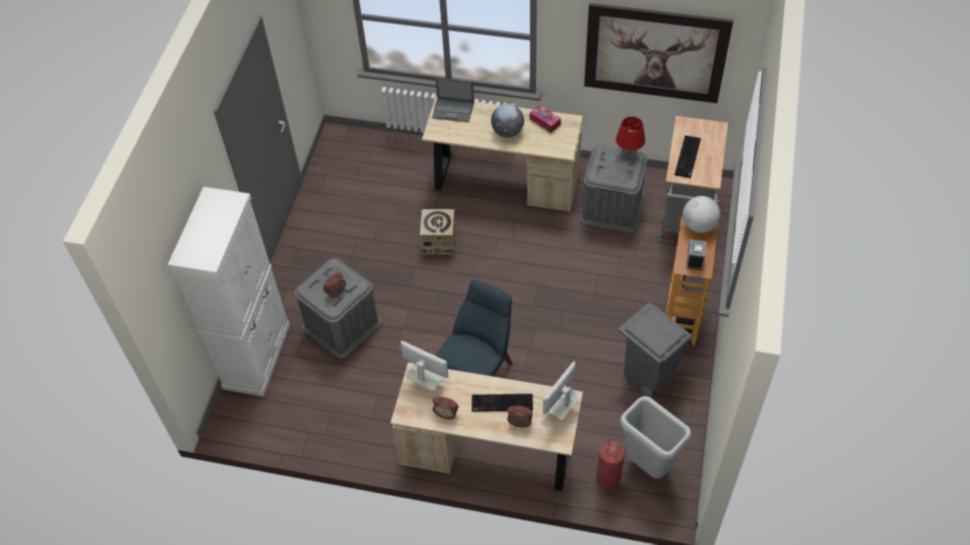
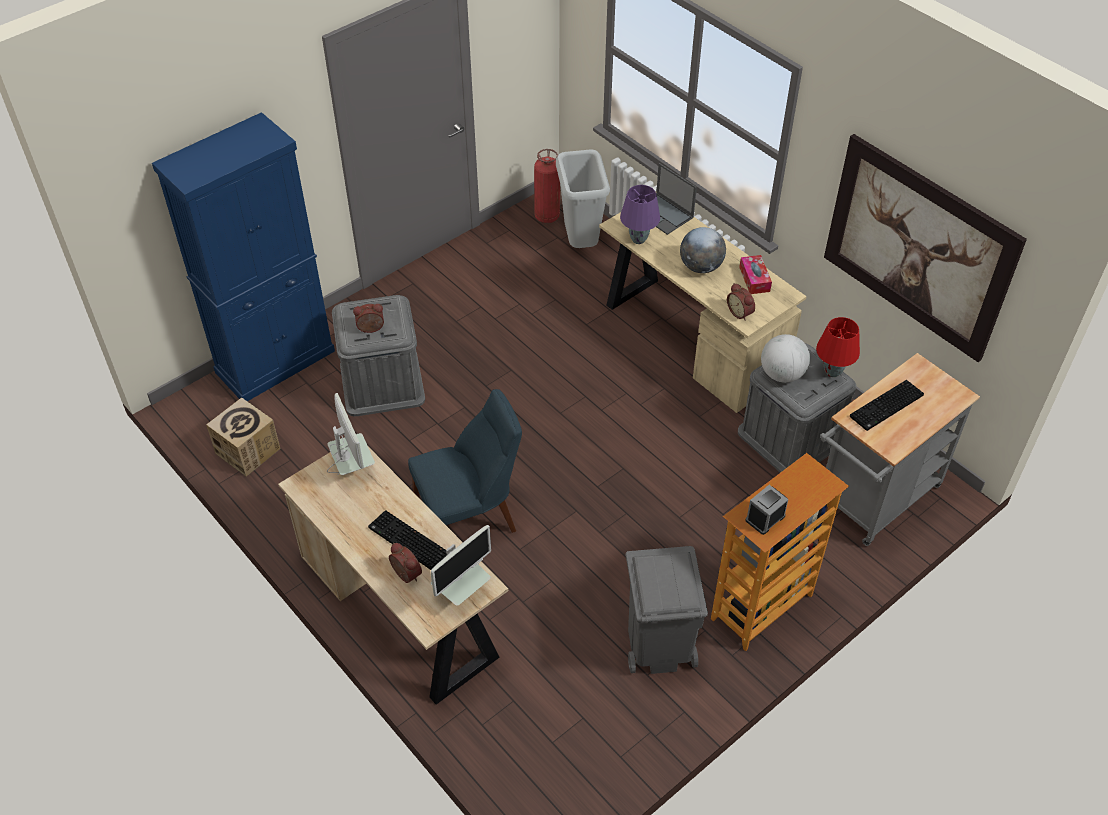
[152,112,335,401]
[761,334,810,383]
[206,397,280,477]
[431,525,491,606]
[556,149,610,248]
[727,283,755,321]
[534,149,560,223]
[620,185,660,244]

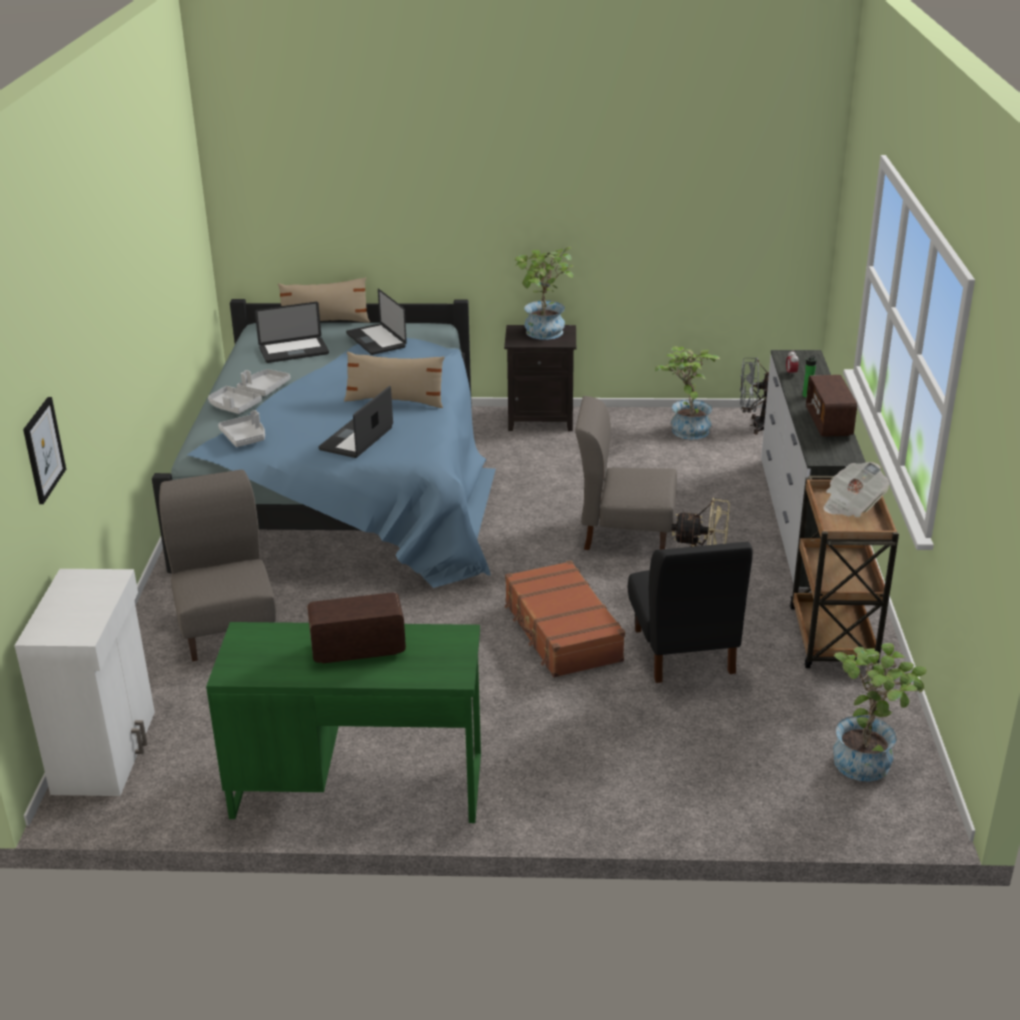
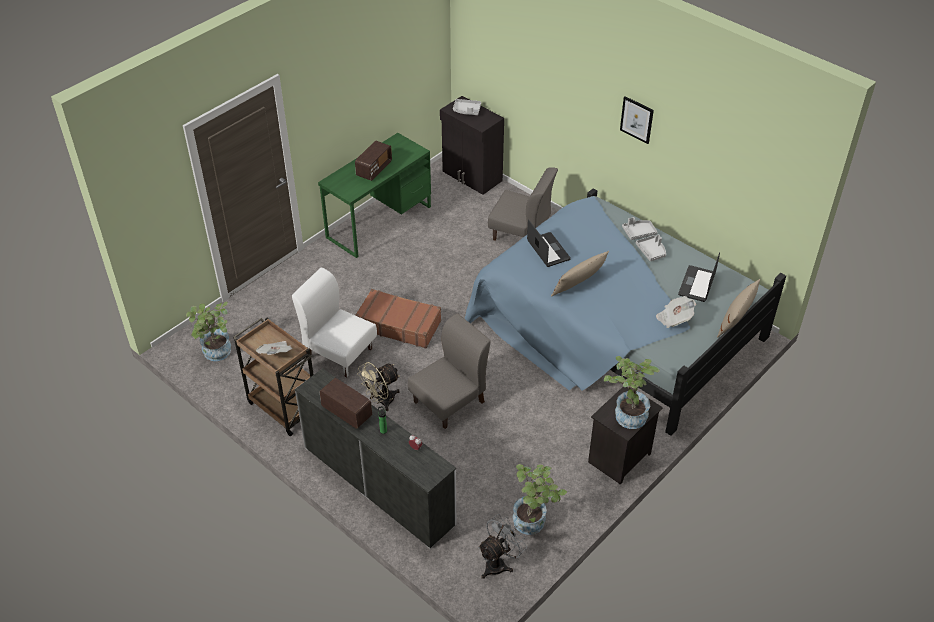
[656,296,696,328]
[620,96,654,144]
[453,99,481,115]
[292,268,377,377]
[440,96,504,195]

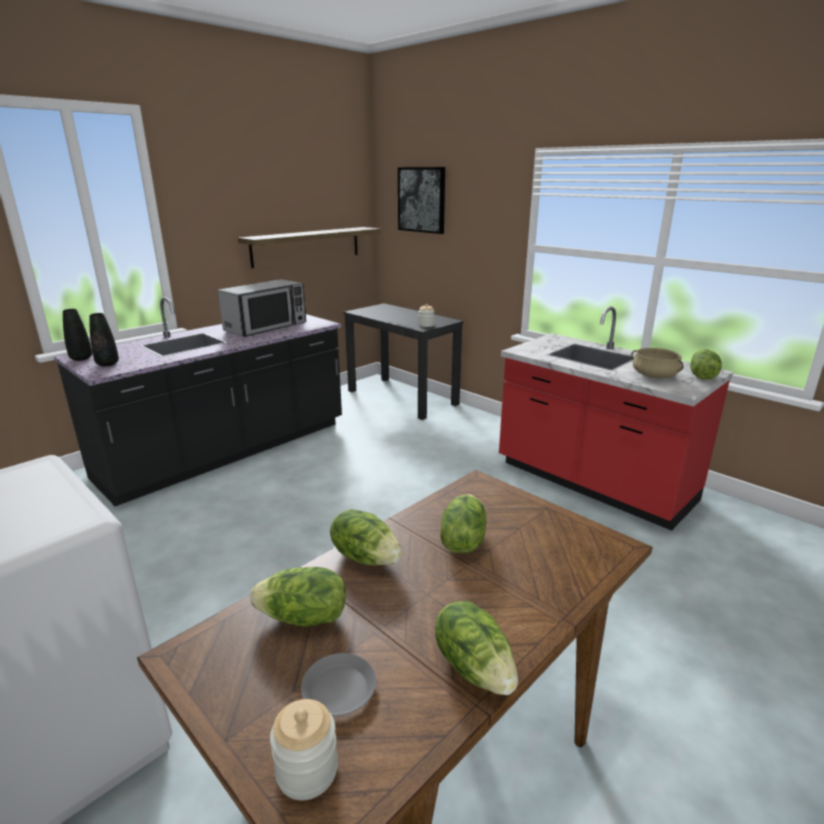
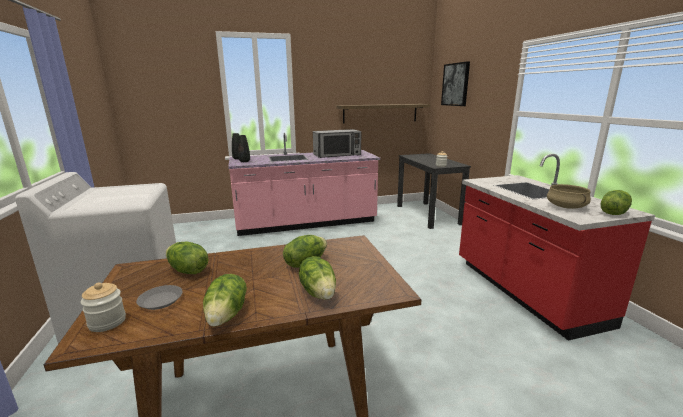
[228,133,380,236]
[299,256,336,300]

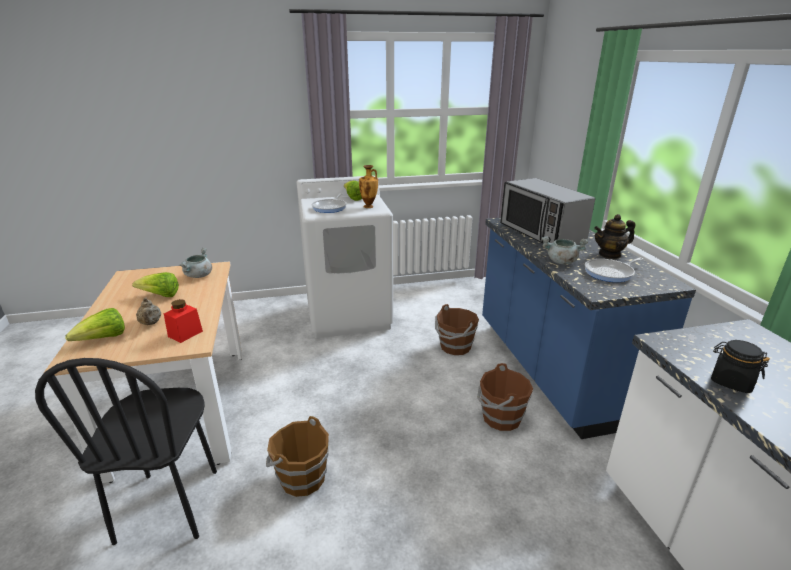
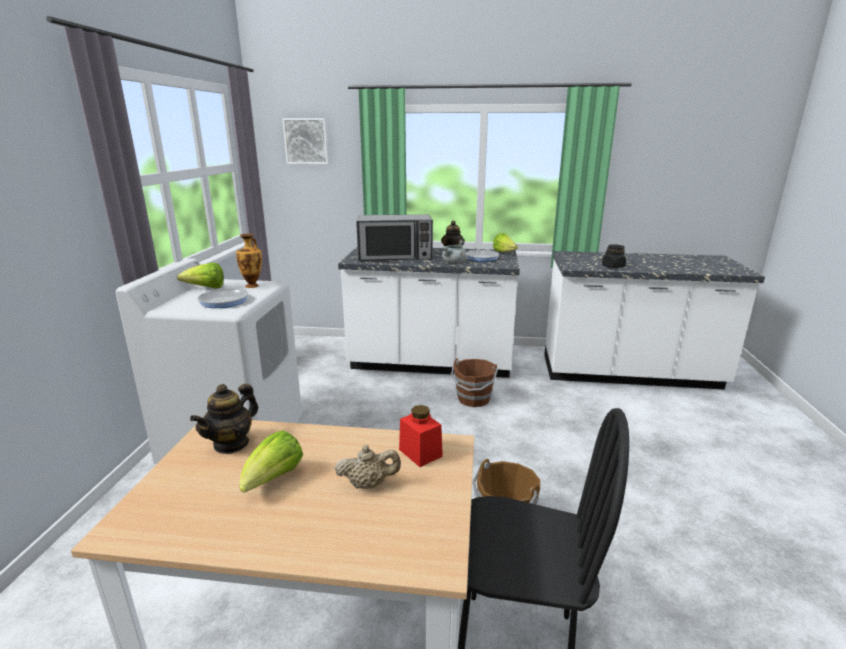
[338,247,520,378]
[190,384,258,454]
[435,304,479,355] (first image)
[493,233,518,252]
[283,118,329,164]

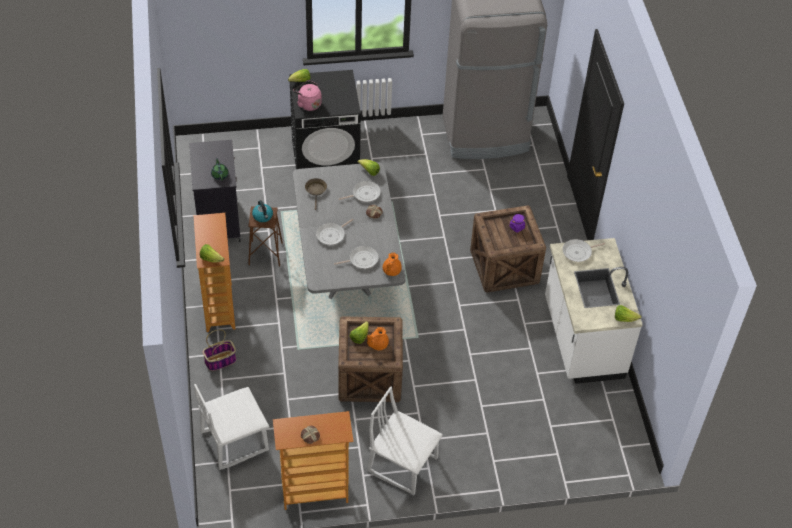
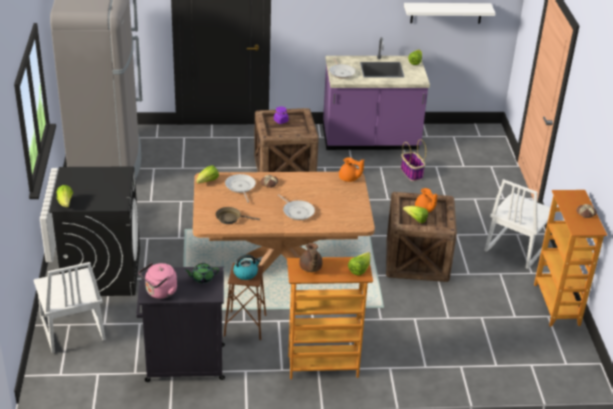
[139,263,177,299]
[193,172,375,273]
[323,37,430,150]
[334,246,379,269] (first image)
[401,139,426,181]
[34,262,106,353]
[404,3,496,24]
[299,243,323,272]

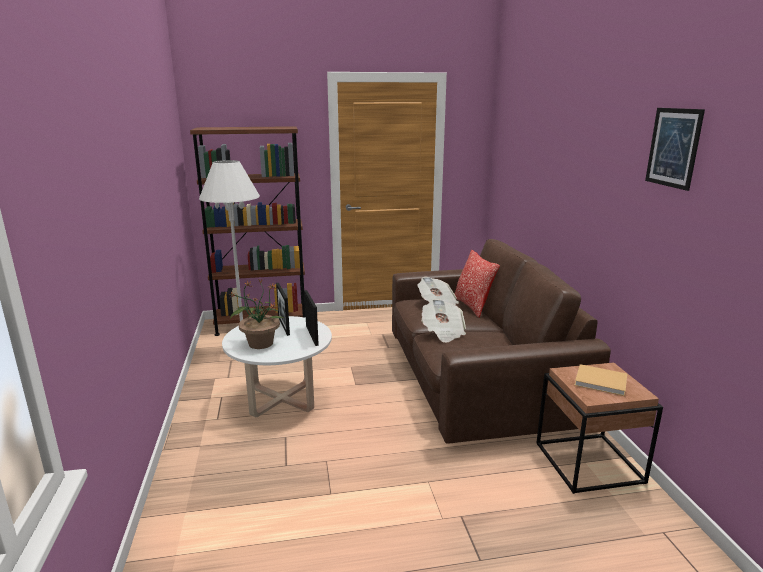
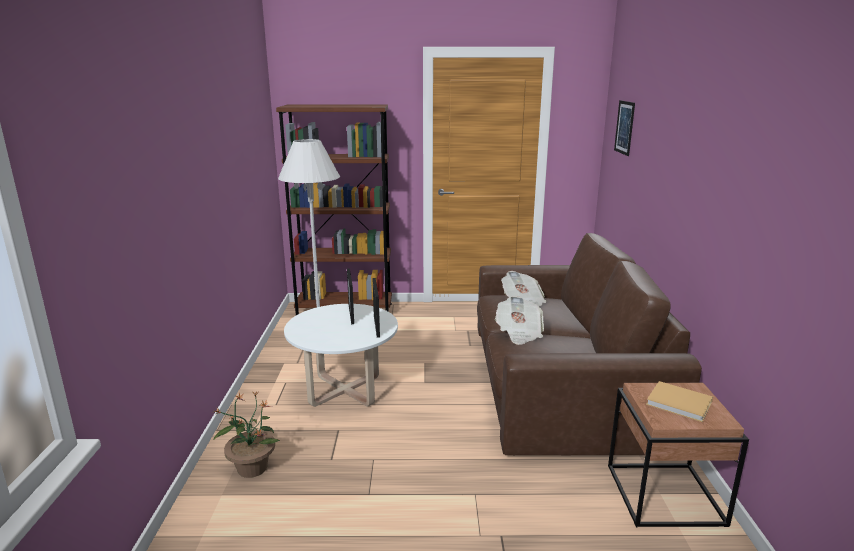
[614,100,635,156]
[454,250,500,317] (first image)
[212,392,280,478]

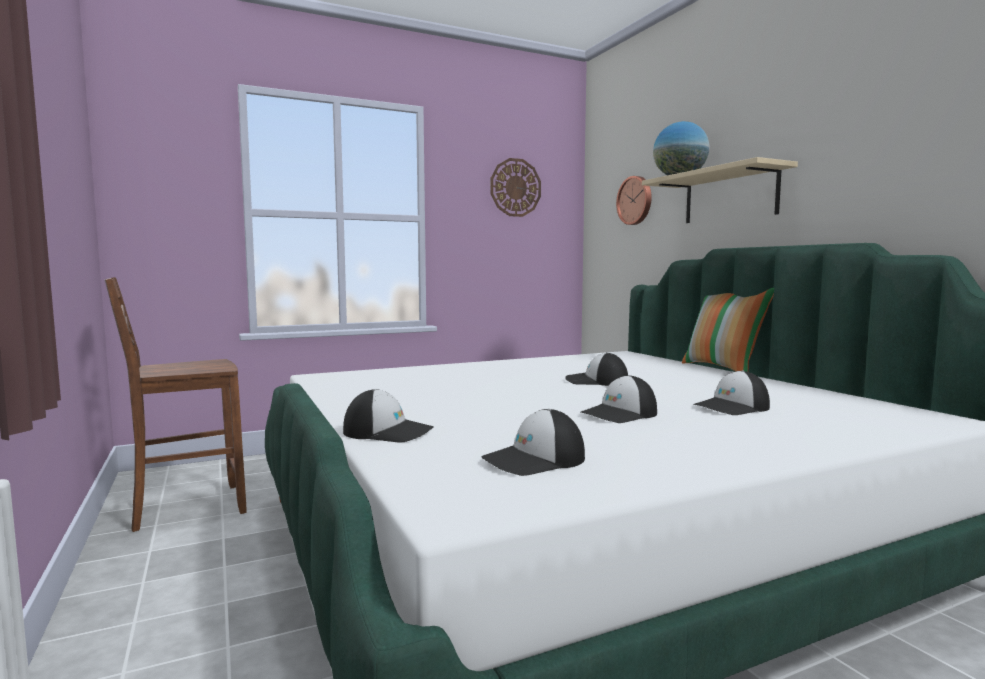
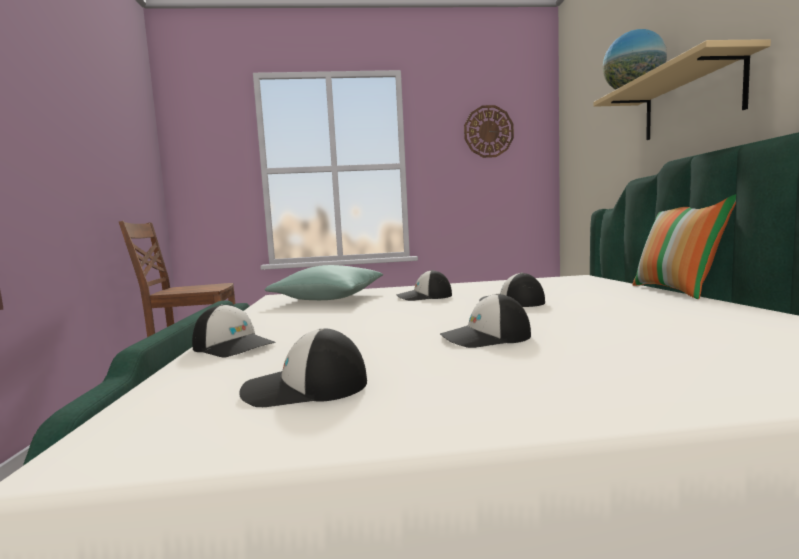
[616,176,652,225] (first image)
[397,270,452,301]
[265,265,383,300]

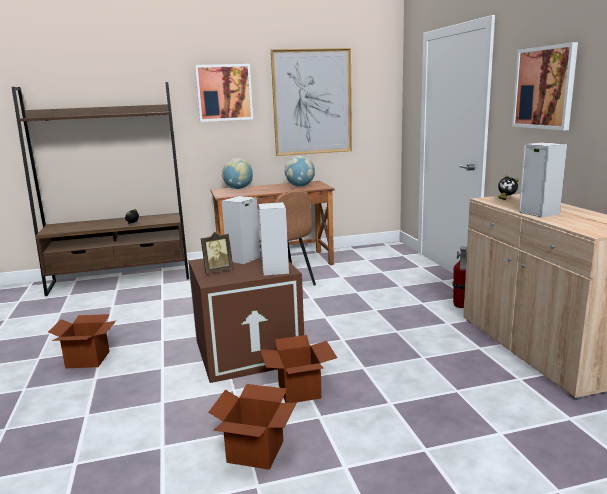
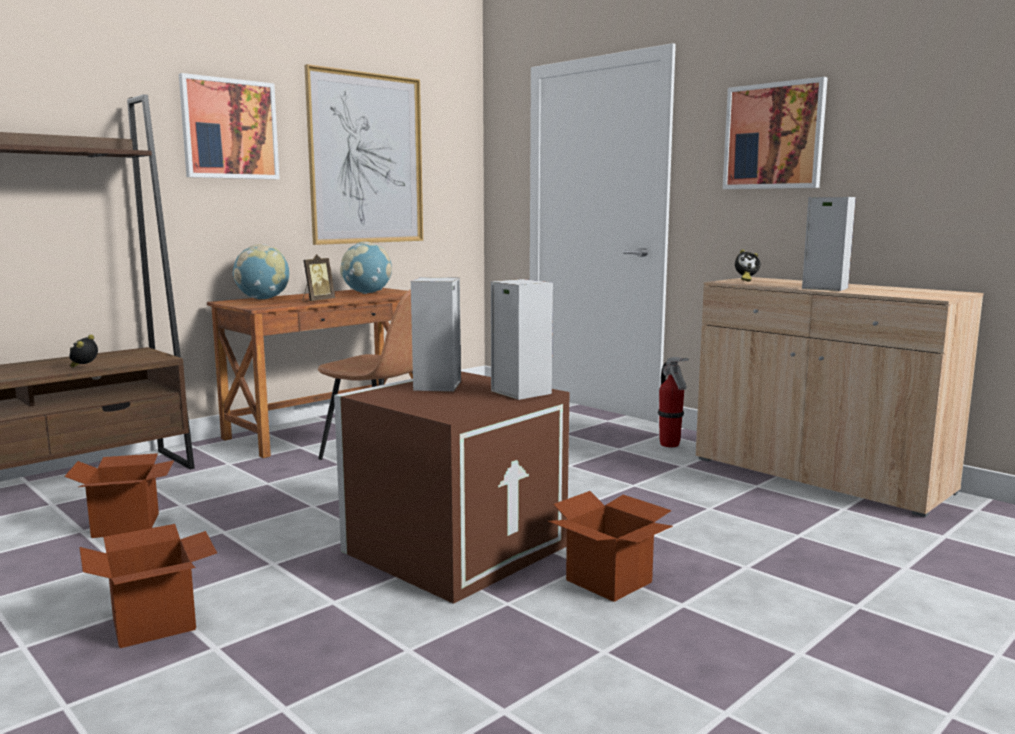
[303,254,335,302]
[64,453,174,538]

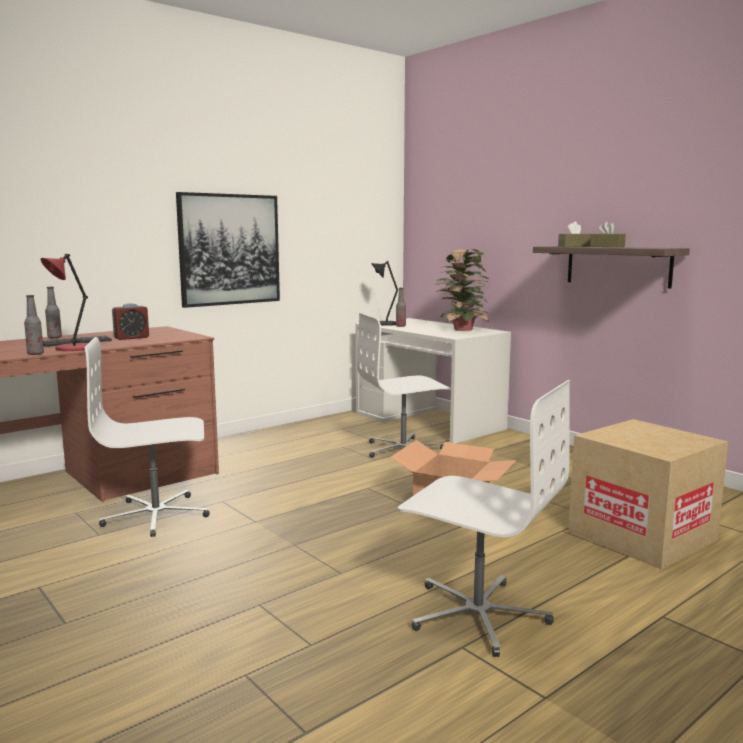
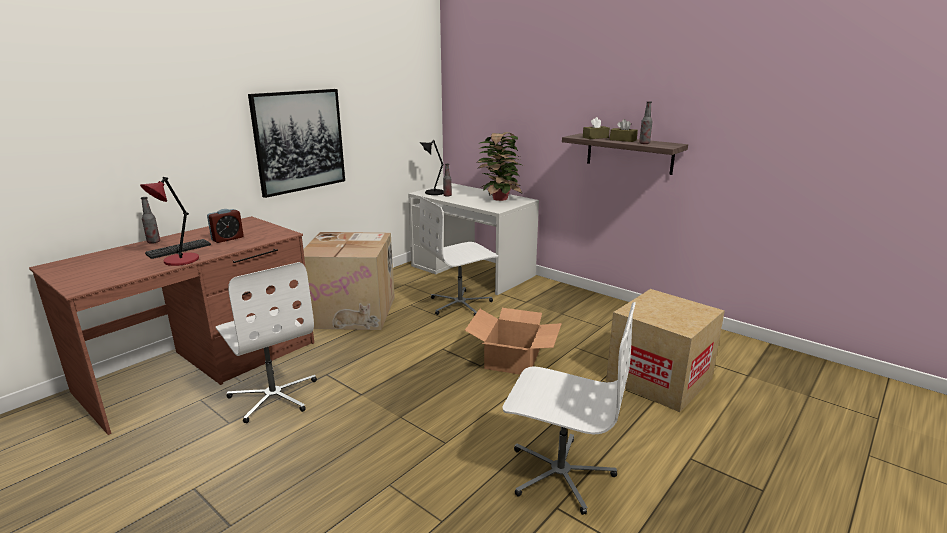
[639,101,652,144]
[216,262,317,423]
[303,232,395,330]

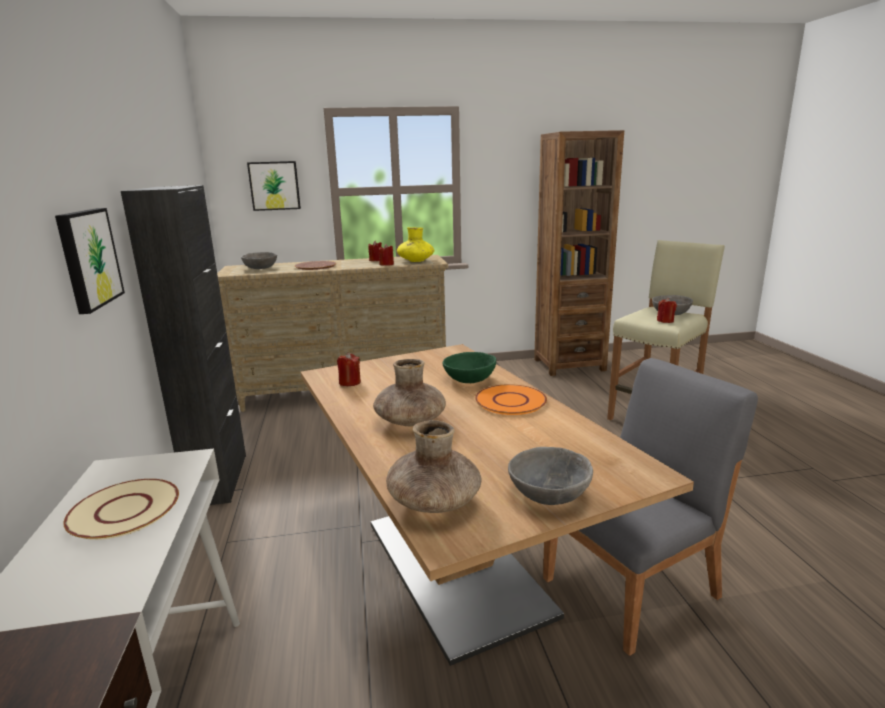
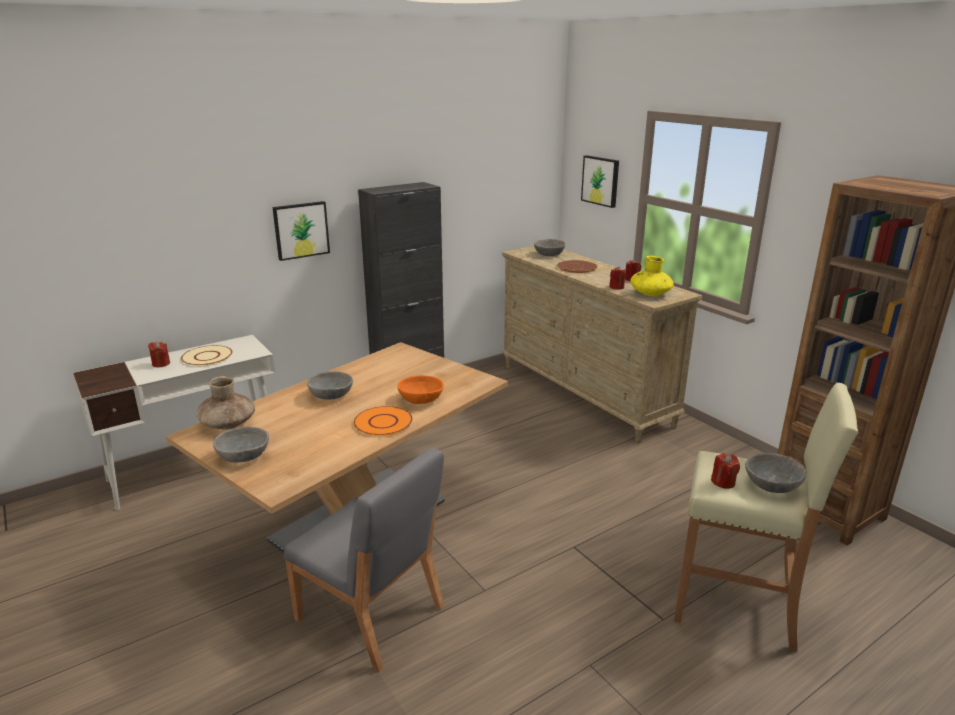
[398,375,444,404]
[148,342,170,367]
[307,371,353,400]

